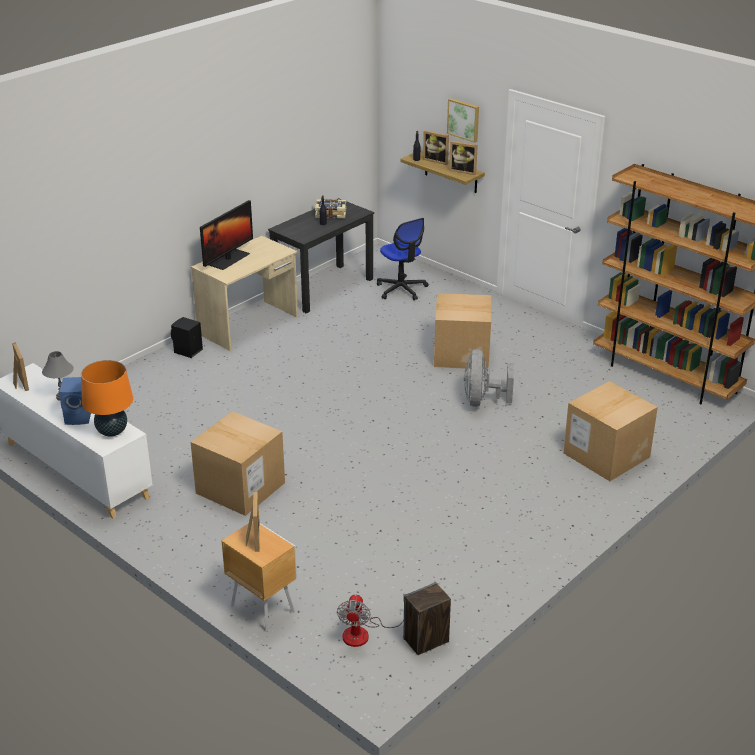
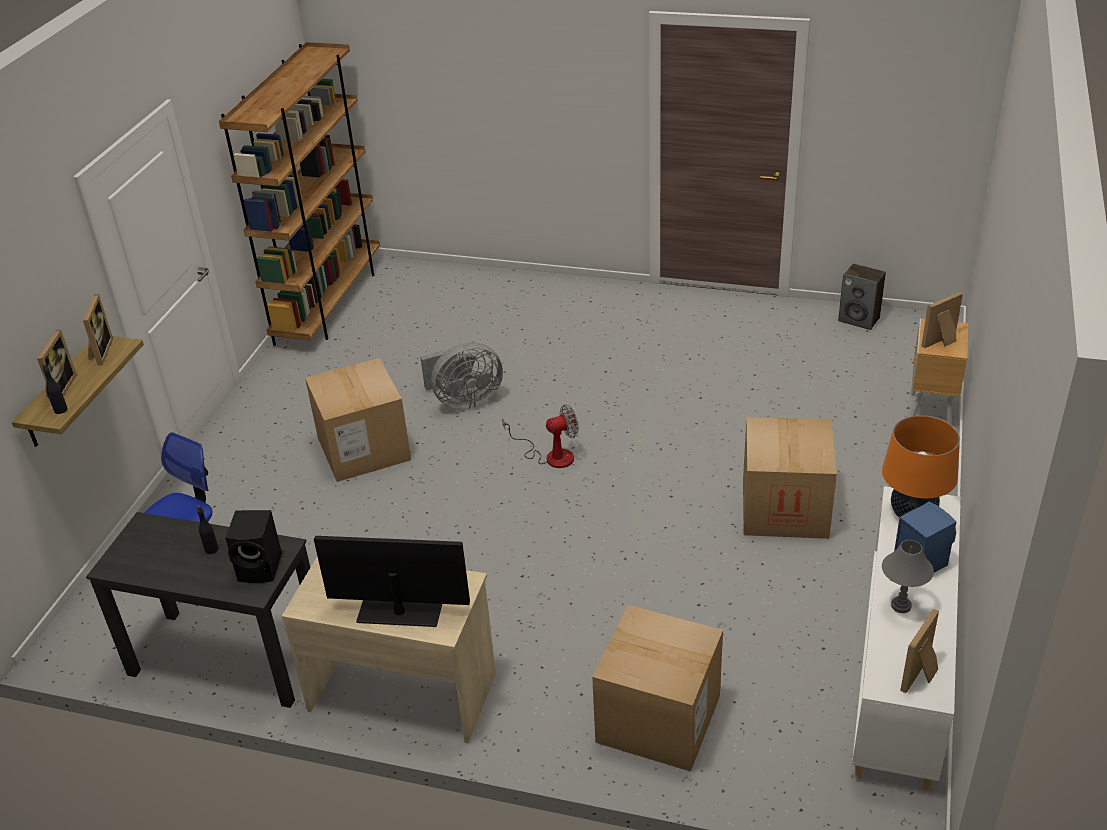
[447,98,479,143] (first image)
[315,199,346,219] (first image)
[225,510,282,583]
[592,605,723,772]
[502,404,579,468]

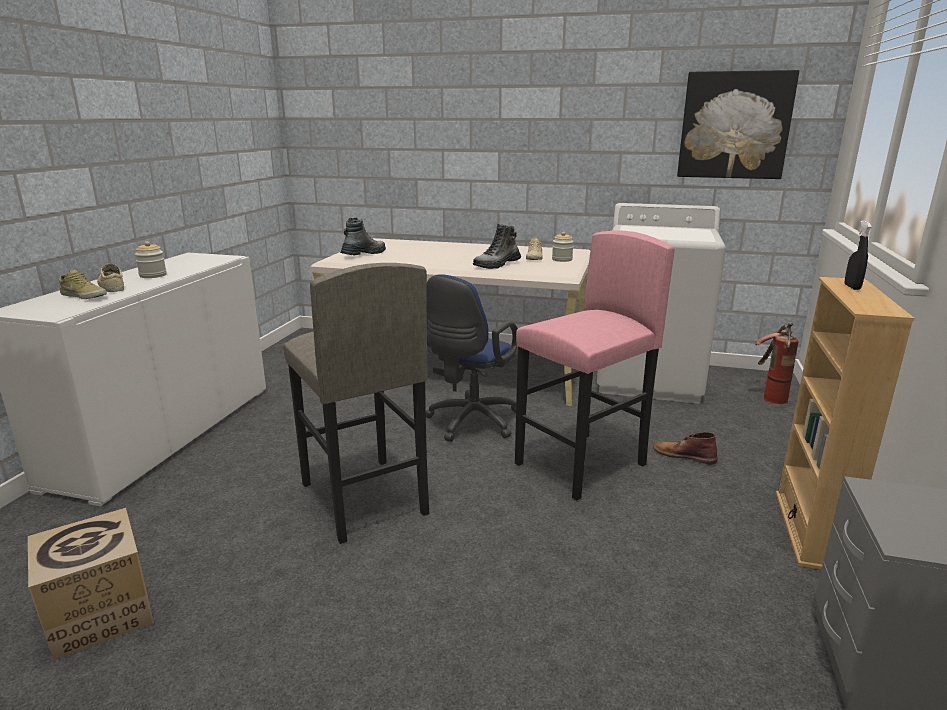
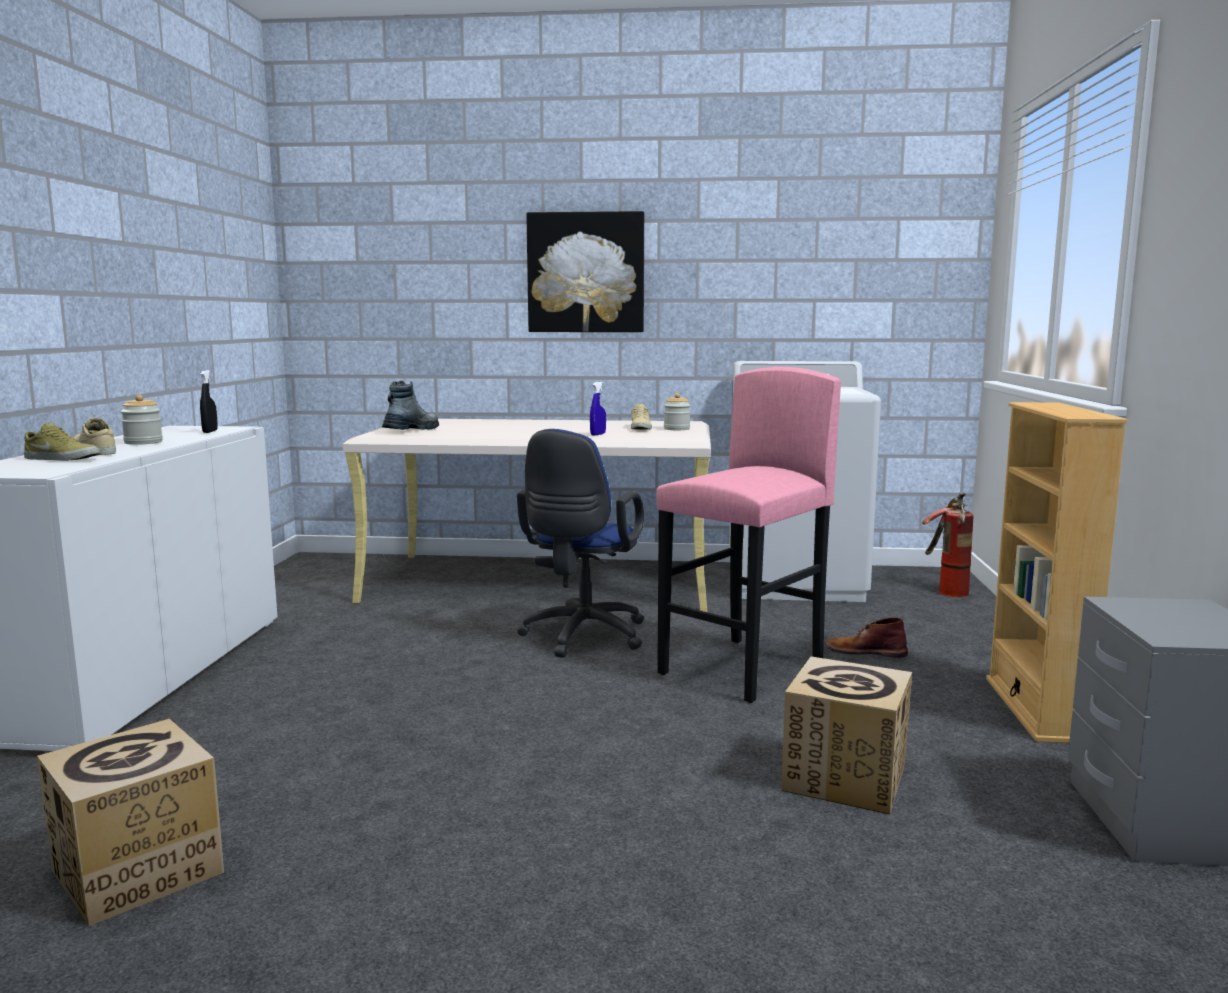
[526,211,644,332]
[200,370,218,433]
[590,382,606,436]
[283,263,429,544] (first image)
[781,656,912,814]

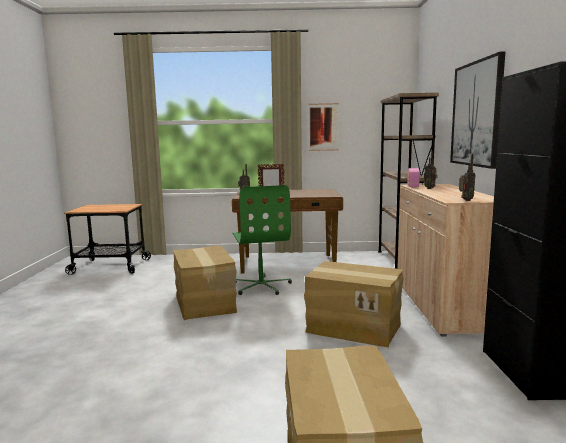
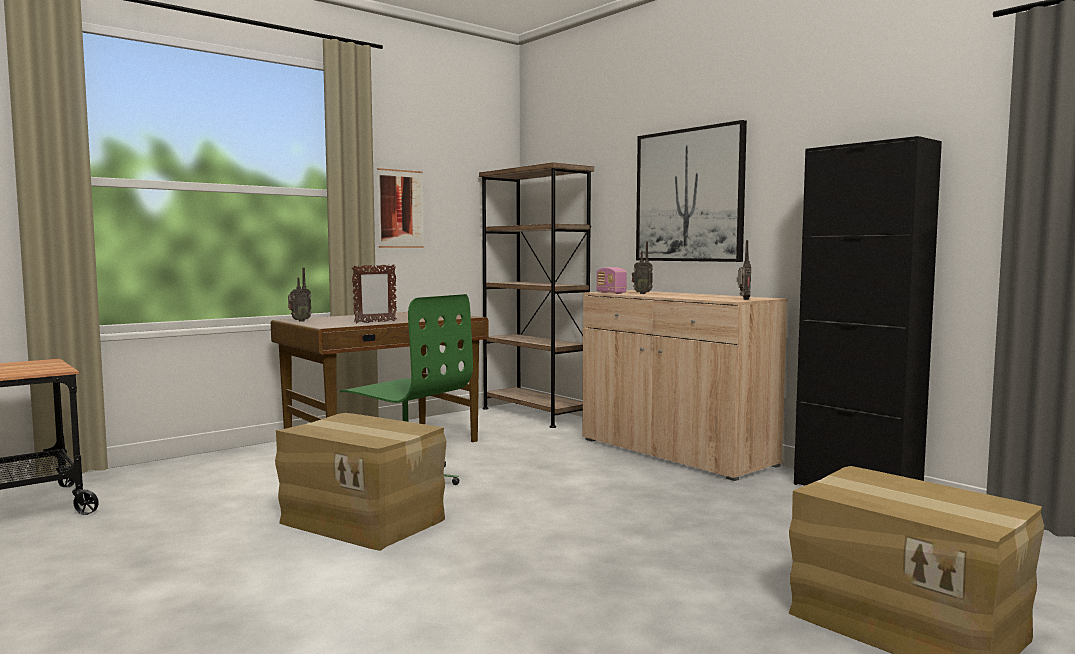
[304,261,403,347] (first image)

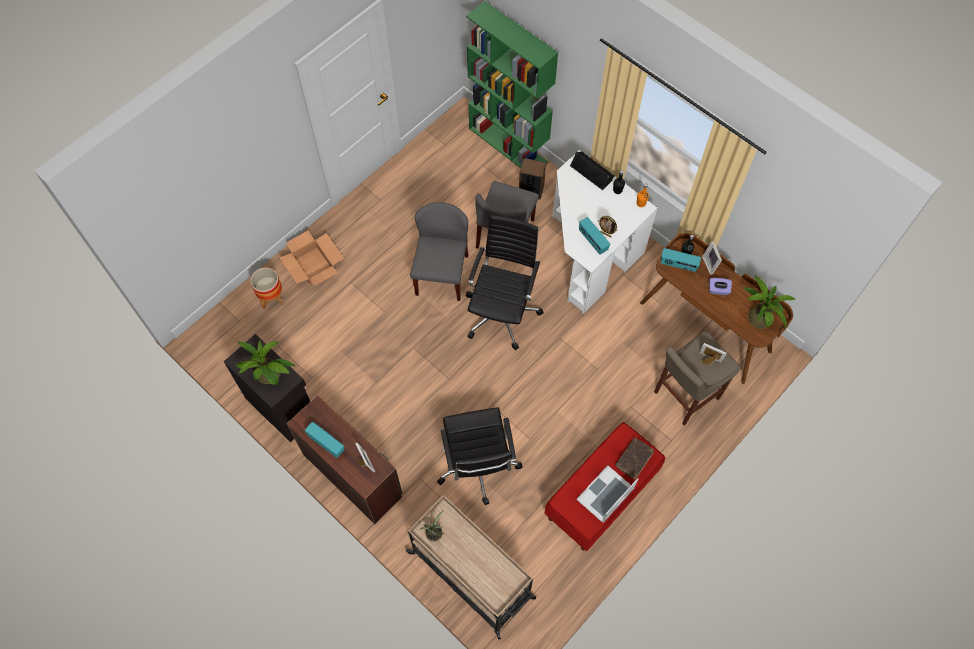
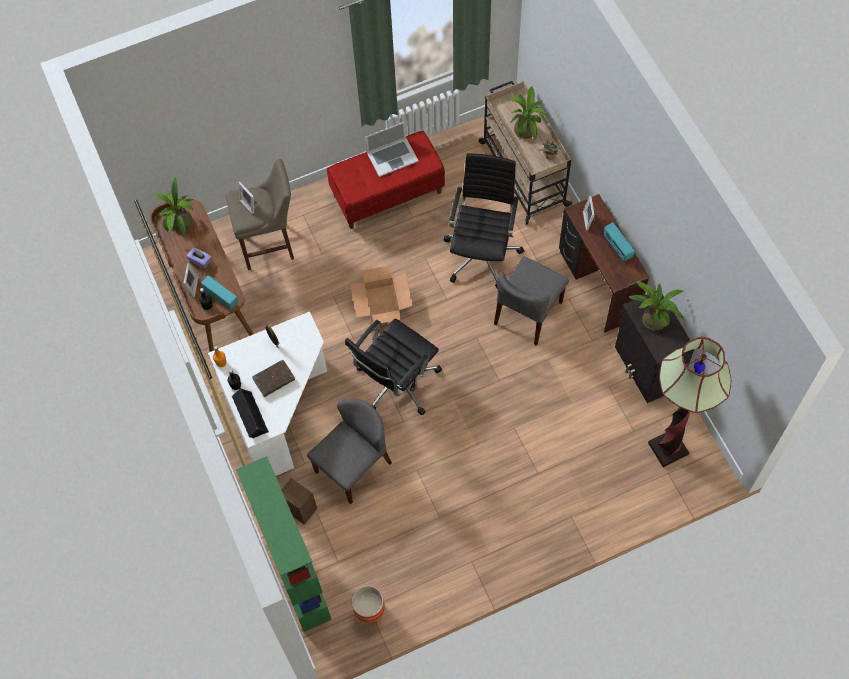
[494,257,569,346]
[579,217,610,255] (first image)
[350,266,413,323]
[351,585,385,627]
[252,360,295,397]
[509,86,549,141]
[648,337,732,467]

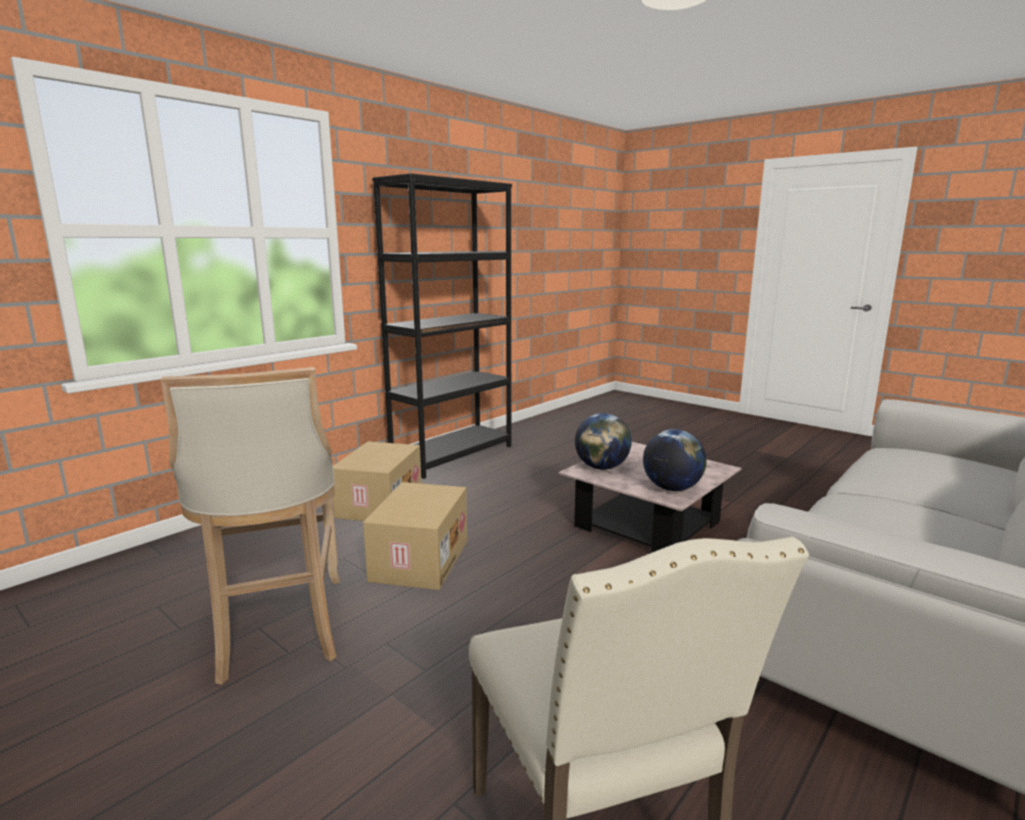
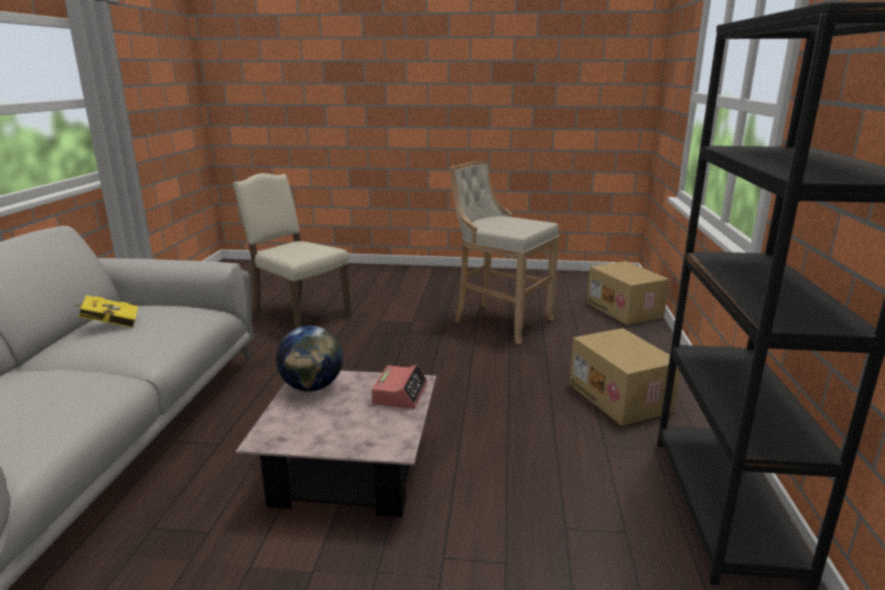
[372,365,428,409]
[587,261,669,325]
[74,295,138,328]

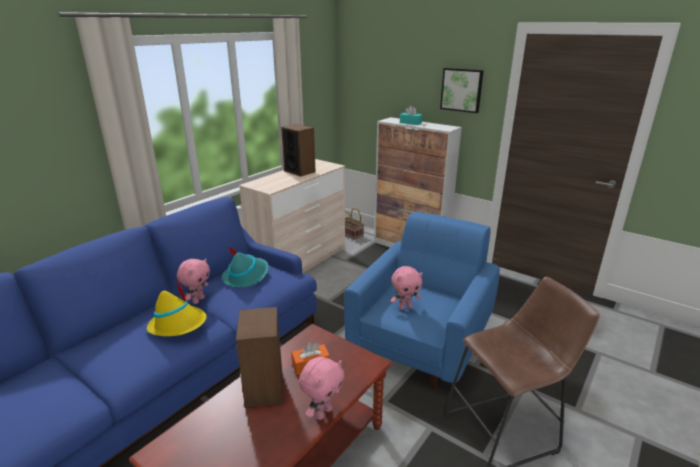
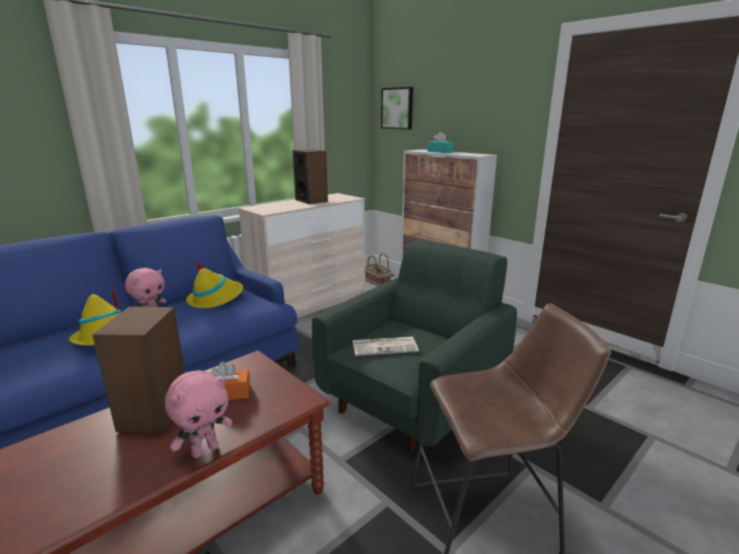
[381,87,413,129]
[312,240,517,453]
[186,262,243,308]
[353,337,419,356]

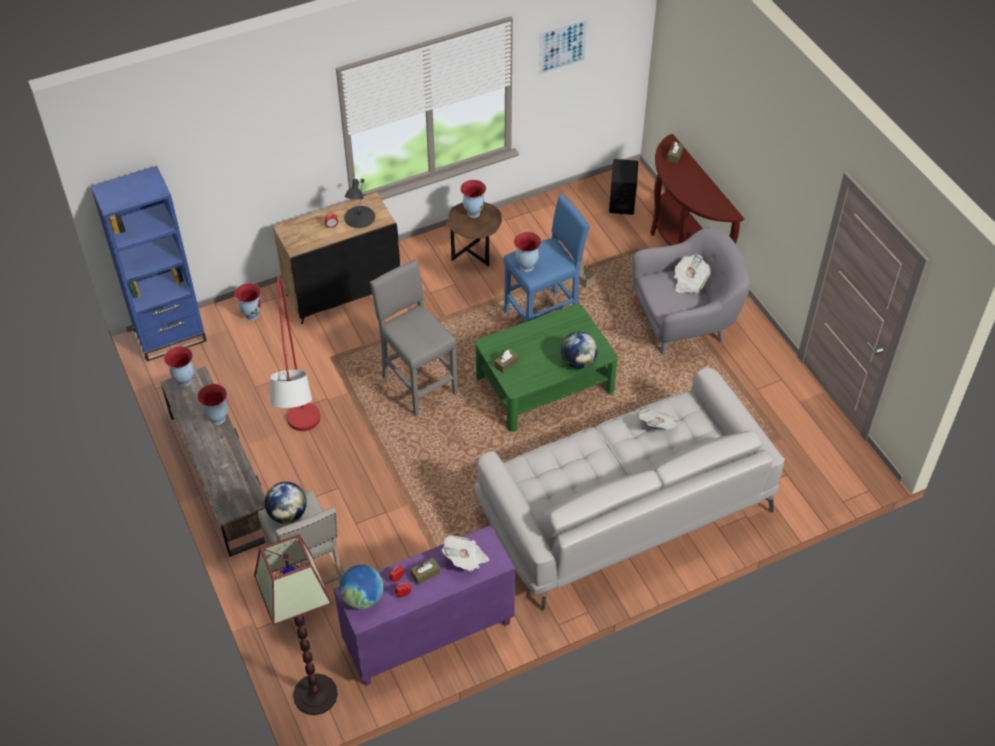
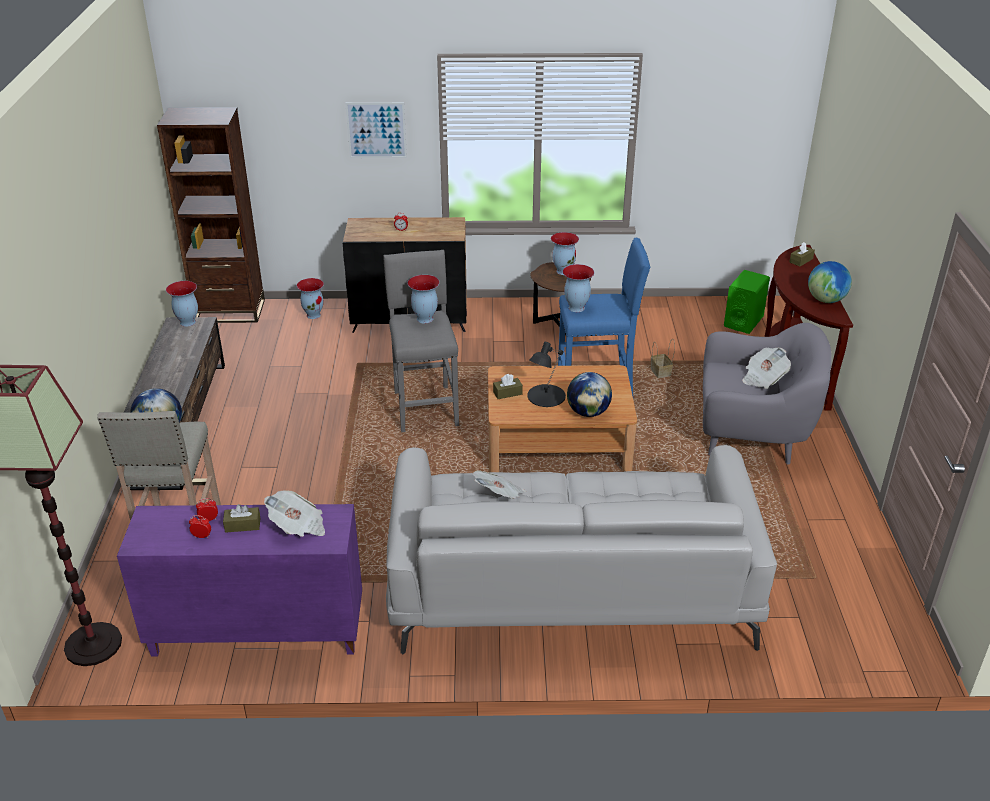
[345,102,407,158]
[724,270,770,334]
[157,107,265,323]
[527,342,566,407]
[270,276,320,431] (first image)
[488,365,637,472]
[407,275,440,324]
[473,470,526,499]
[808,261,852,303]

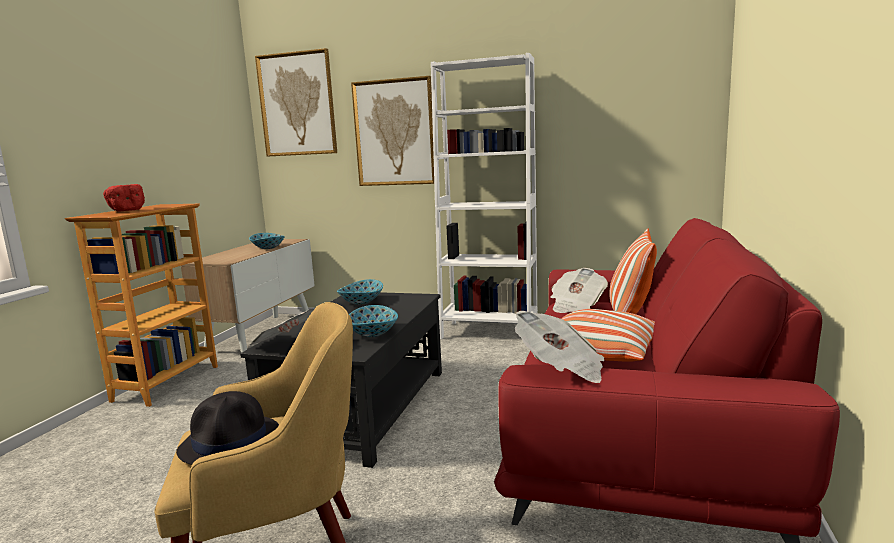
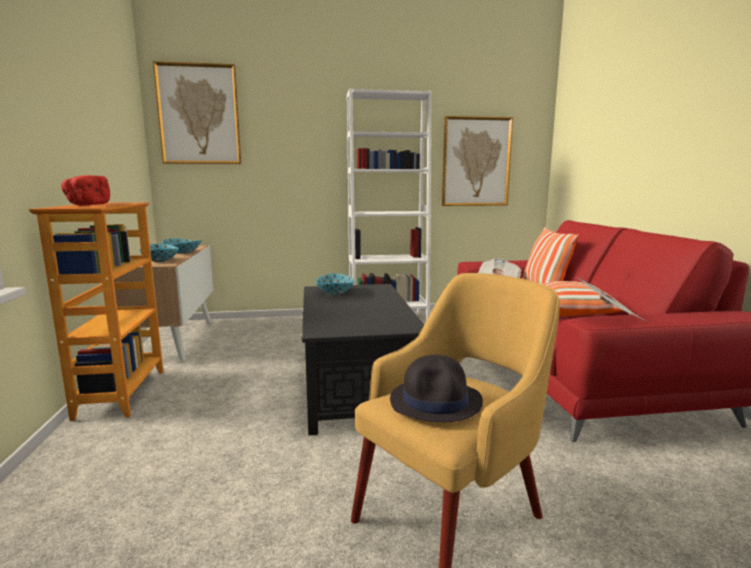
[442,116,513,206]
[139,244,179,262]
[250,309,314,345] (first image)

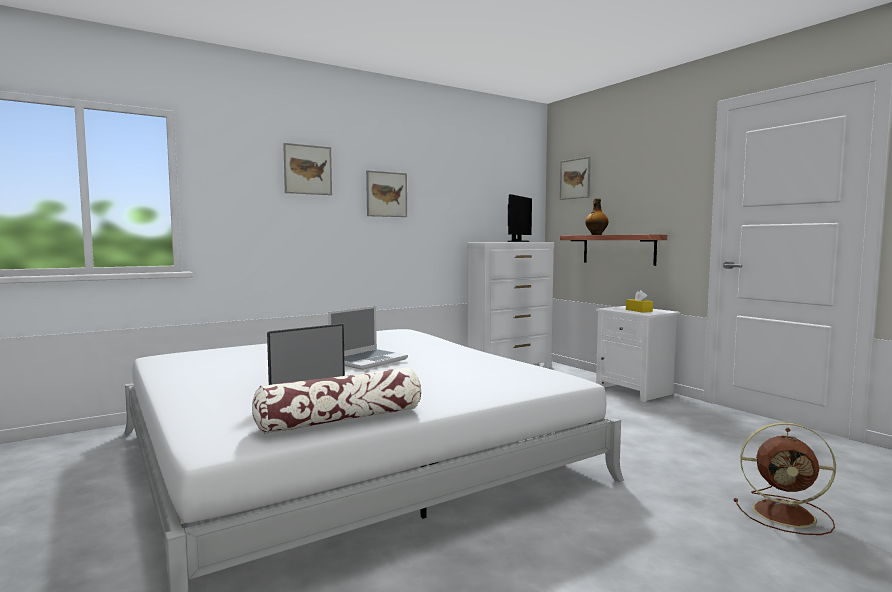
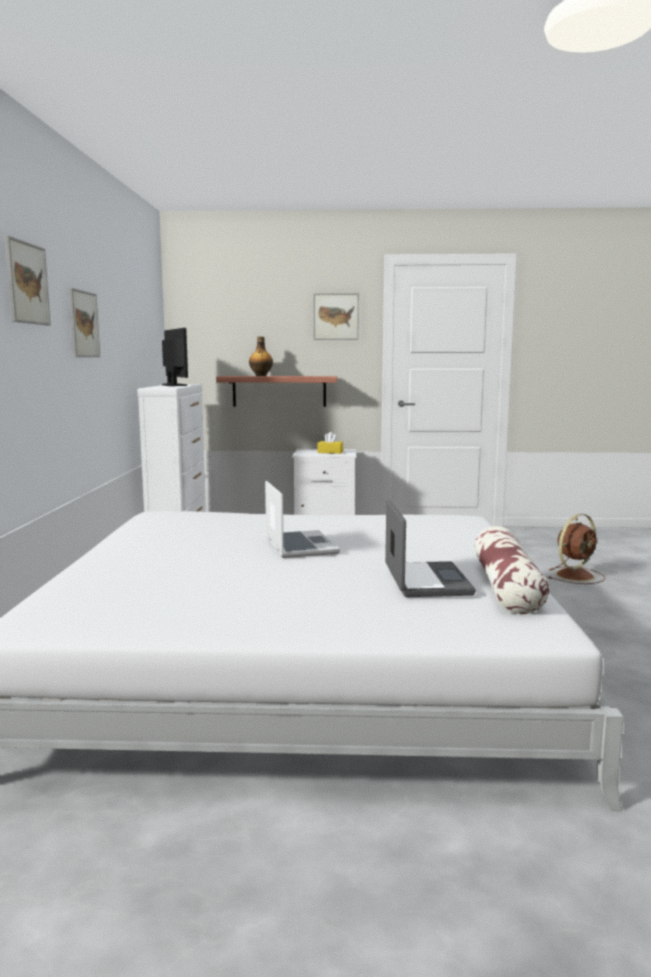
[313,293,359,340]

